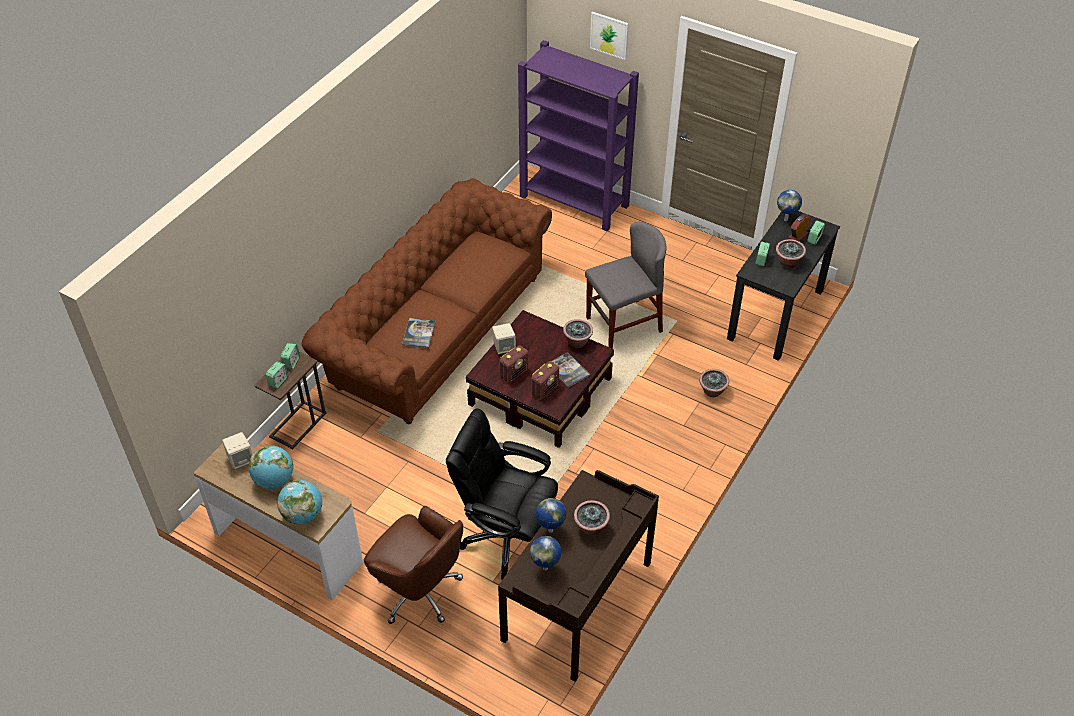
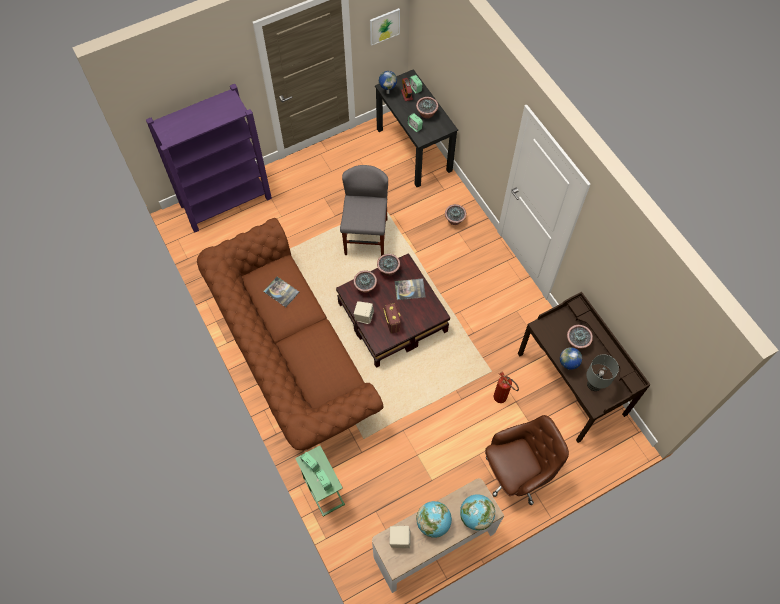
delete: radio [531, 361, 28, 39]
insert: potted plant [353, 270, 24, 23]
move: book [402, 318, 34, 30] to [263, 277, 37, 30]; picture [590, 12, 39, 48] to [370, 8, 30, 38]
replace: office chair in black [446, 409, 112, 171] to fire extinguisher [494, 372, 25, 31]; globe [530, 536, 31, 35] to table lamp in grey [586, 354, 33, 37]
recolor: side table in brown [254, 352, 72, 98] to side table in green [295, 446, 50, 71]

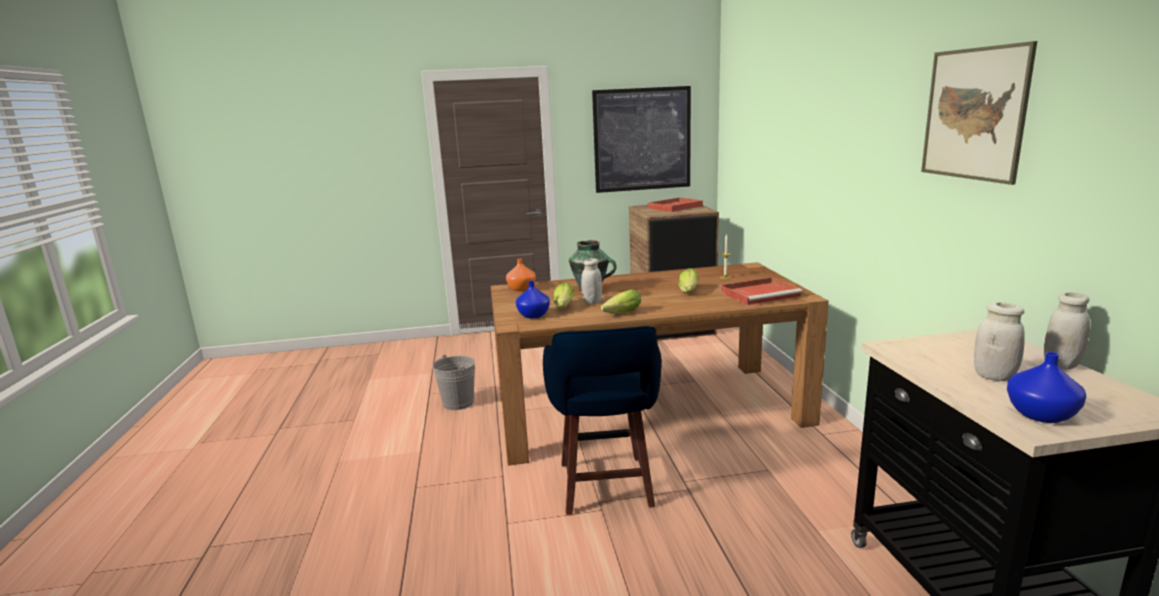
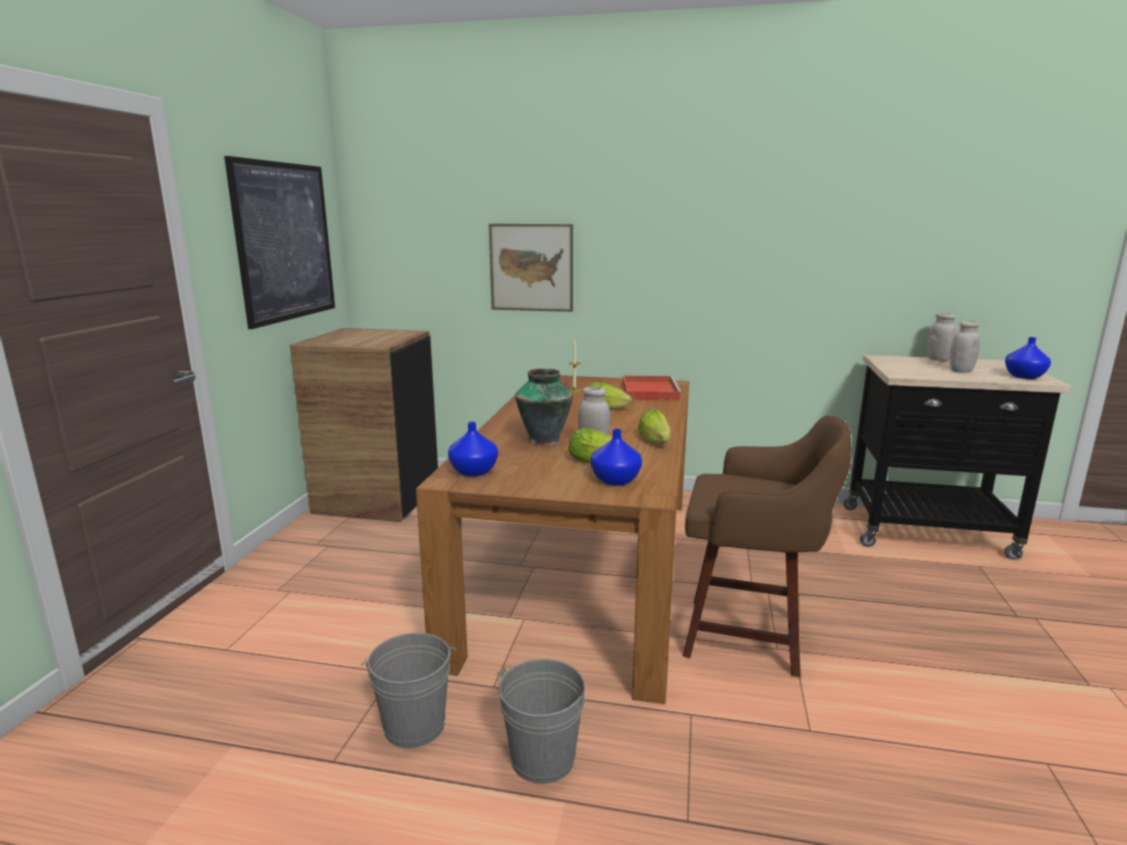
delete: tray in red [647, 197, 56, 15]
insert: bucket in grey [497, 659, 89, 125]
move: picture [921, 41, 116, 144] to [489, 224, 84, 88]
recolor: vase in orange [506, 258, 30, 33] to vase in blue [448, 422, 50, 55]; stool in blue [543, 326, 119, 189] to stool in brown [683, 415, 169, 262]

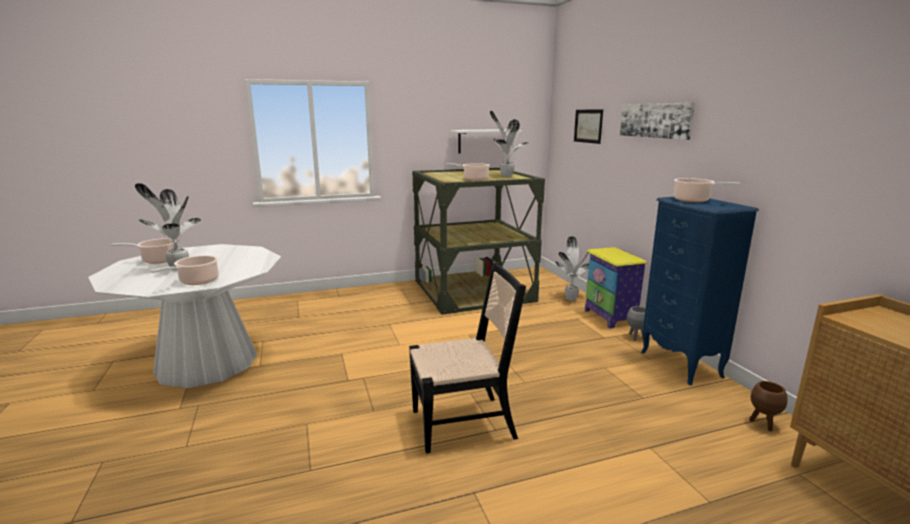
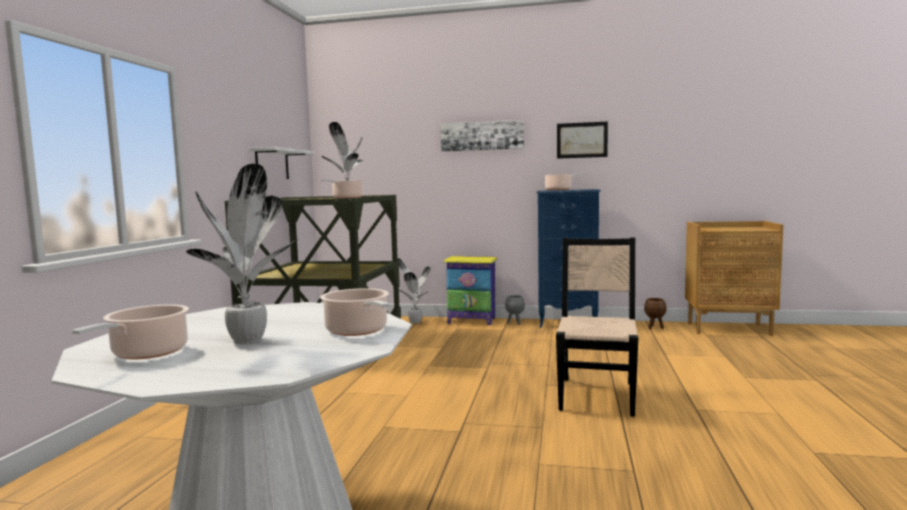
move: picture [574, 109, 29, 35] to [557, 122, 51, 37]

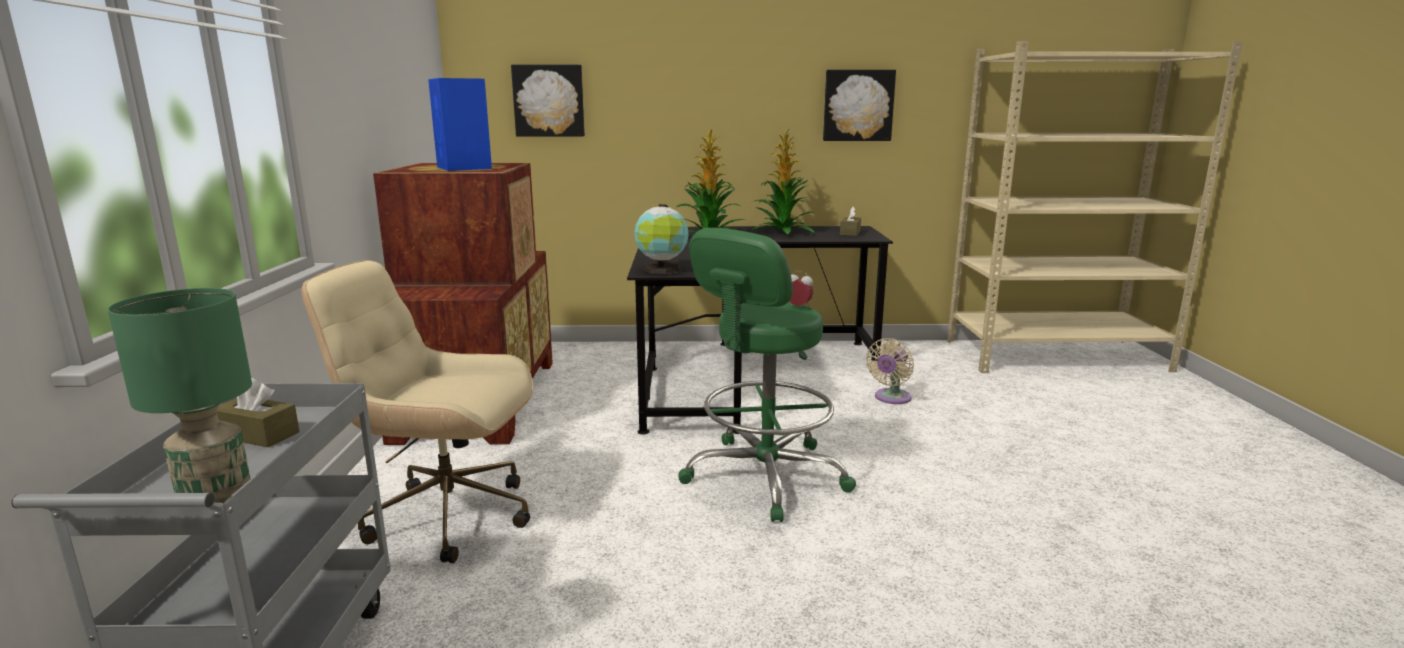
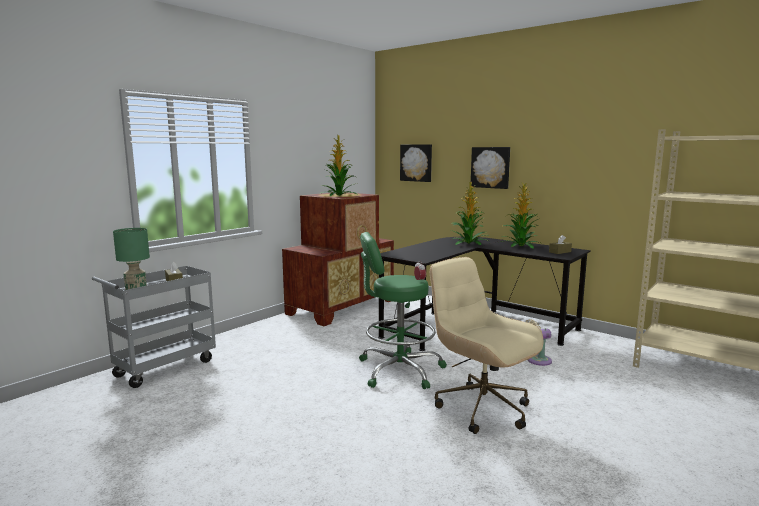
delete: globe [634, 204, 55, 70]
move: office chair in beige [302, 260, 231, 303] to [430, 257, 113, 177]; picture [823, 70, 73, 71] to [471, 147, 39, 42]
replace: speaker in blue [428, 78, 64, 93] to potted plant [319, 135, 39, 61]

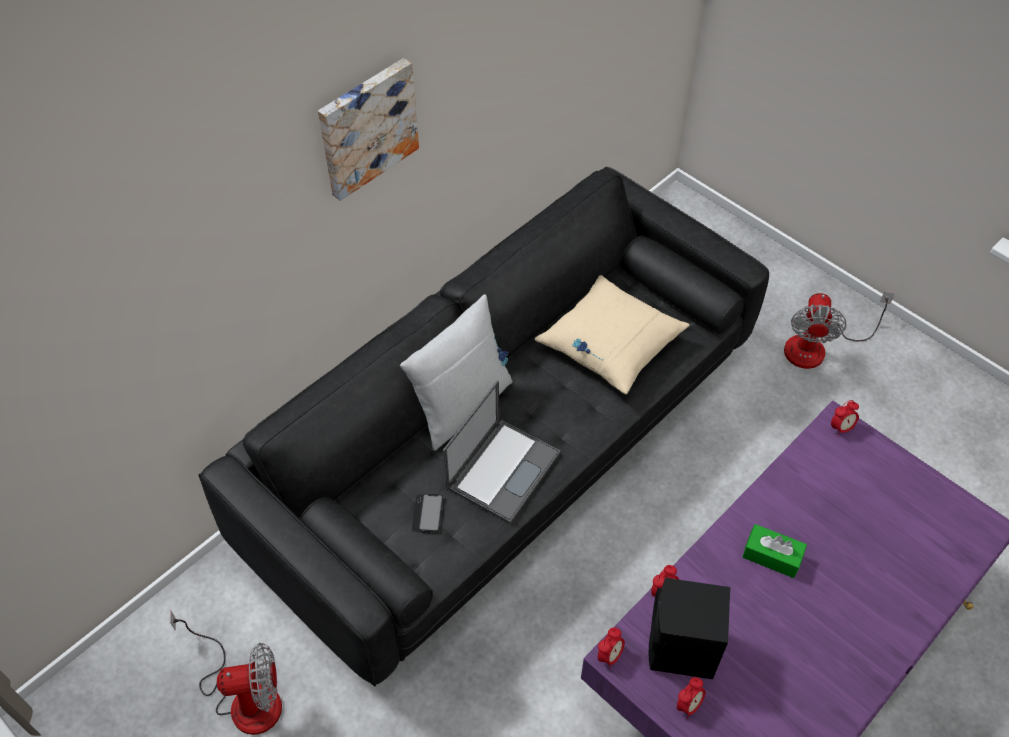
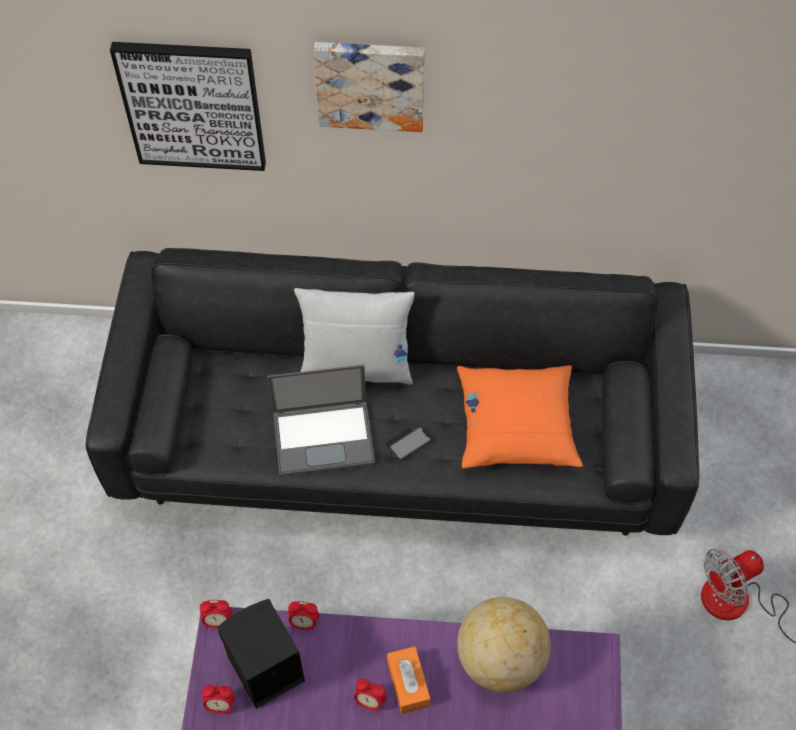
delete: fan [170, 610, 112, 125]
insert: picture [110, 42, 156, 129]; globe [457, 597, 94, 95]
move: phone [412, 493, 31, 40] to [385, 423, 47, 37]; alarm clock [831, 400, 28, 36] to [354, 679, 32, 33]
recolor: pillow in beige [535, 275, 155, 119] to pillow in orange [457, 365, 126, 104]; tissue box in green [743, 524, 64, 54] to tissue box in orange [387, 646, 43, 68]

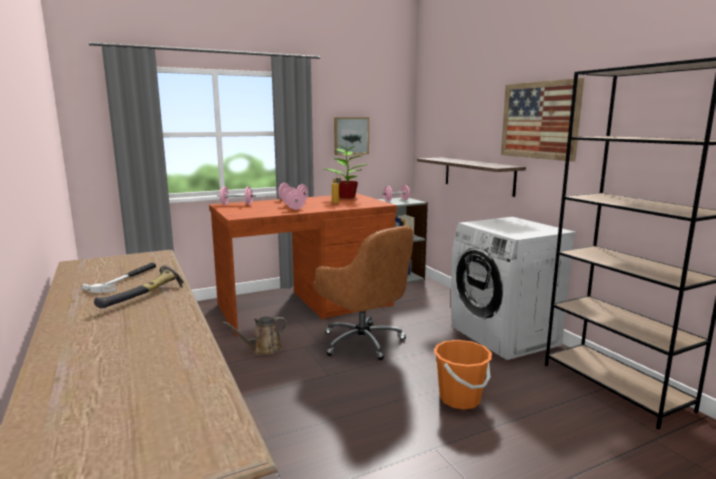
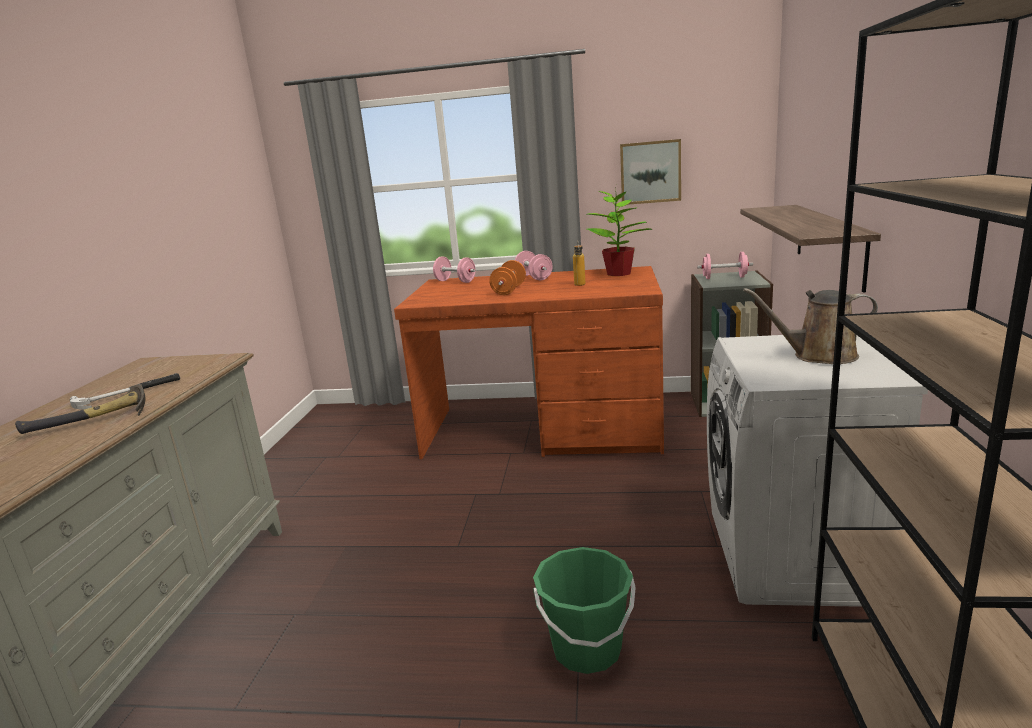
delete: office chair in brown [313, 226, 100, 134]; picture [501, 78, 83, 84]
move: watering can in brown [223, 316, 65, 39] to [743, 288, 135, 76]
recolor: dumbbell in pink [282, 187, 23, 23] to dumbbell in orange [489, 260, 37, 35]; bucket in orange [434, 340, 58, 70] to bucket in green [533, 547, 103, 127]

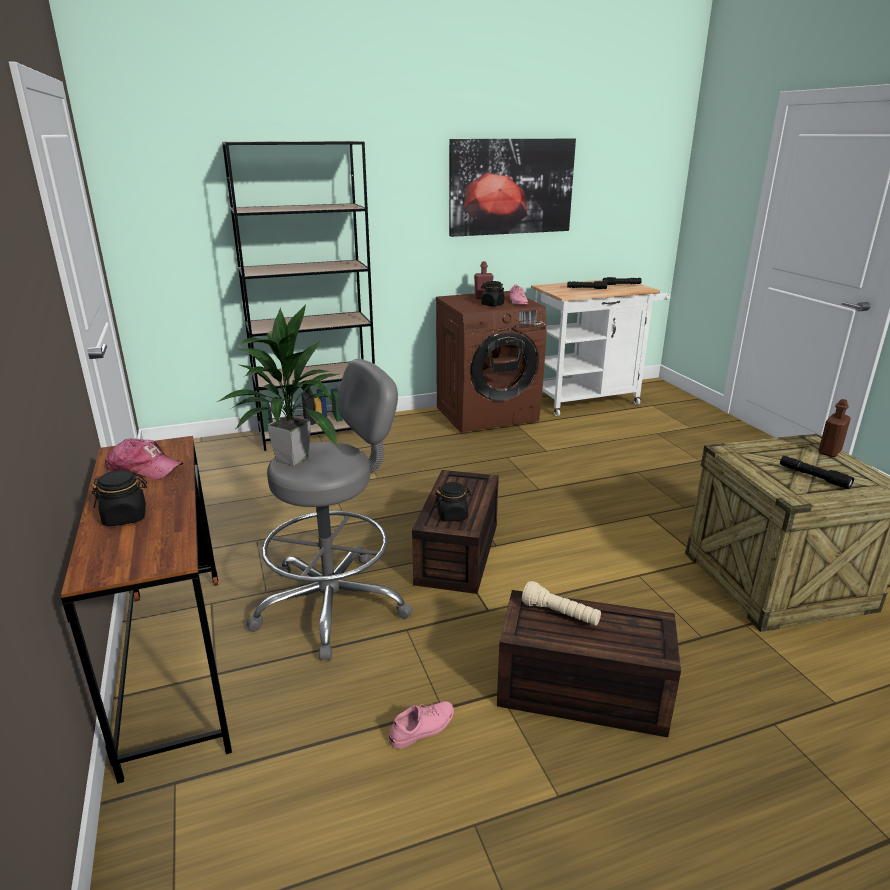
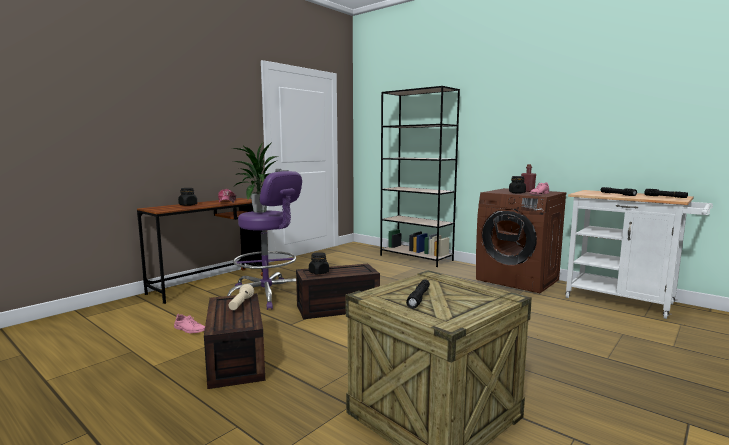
delete: picture [449, 139, 127, 98]; bottle in brown [818, 399, 33, 58]
recolor: stool in grey [247, 359, 165, 301] to stool in purple [227, 171, 75, 139]

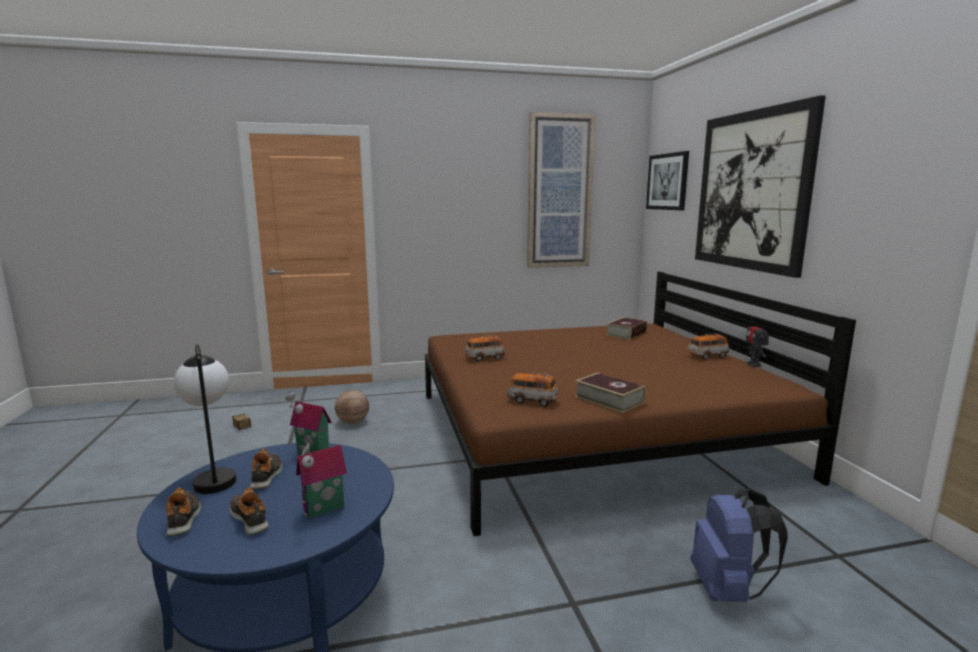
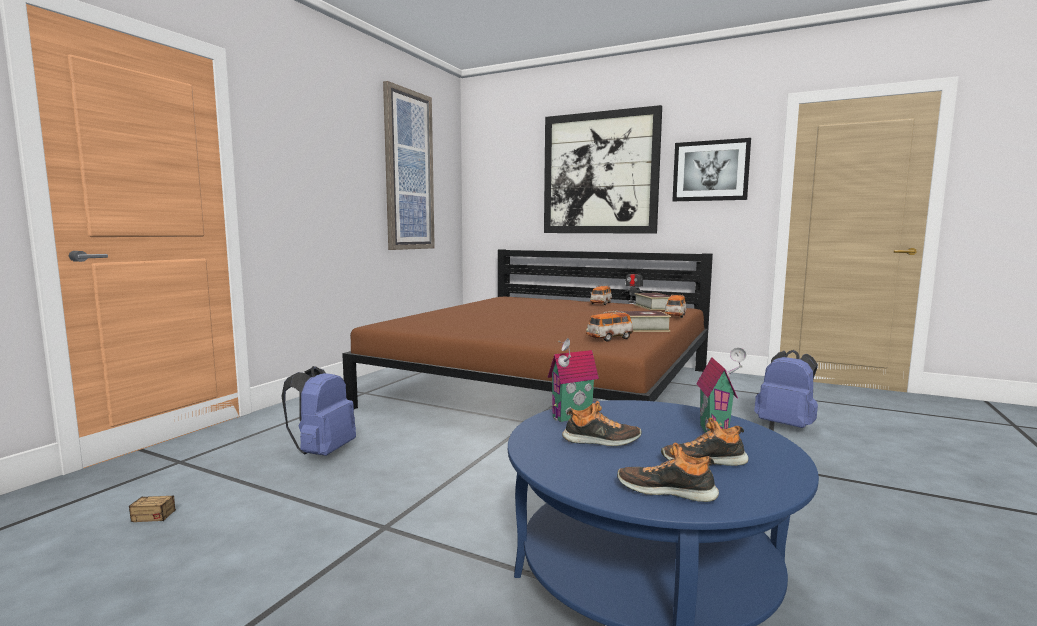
delete: table lamp [174, 344, 62, 150]
move: toy car [465, 335, 40, 26] to [665, 294, 22, 24]; book [606, 317, 41, 23] to [634, 293, 36, 17]; picture [646, 151, 43, 59] to [672, 138, 79, 63]
replace: basketball [335, 390, 34, 34] to backpack in blue [281, 366, 75, 90]
rotate: shoe [250, 449, 32, 40] = [562, 401, 80, 45] 150 degrees clockwise

